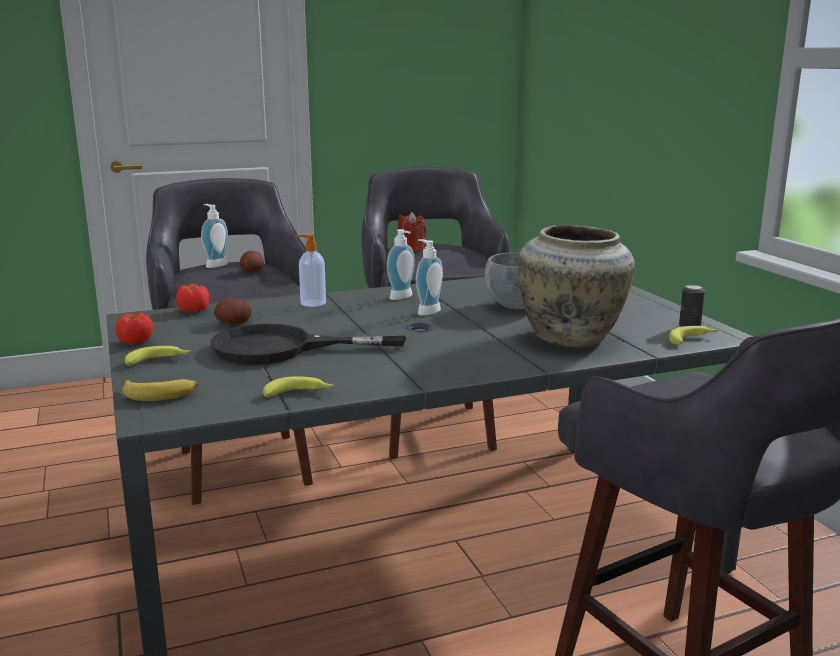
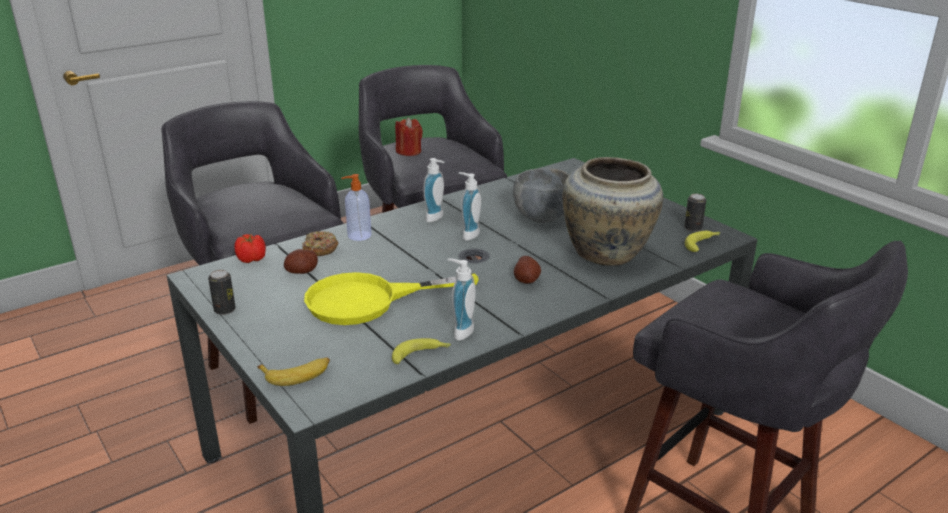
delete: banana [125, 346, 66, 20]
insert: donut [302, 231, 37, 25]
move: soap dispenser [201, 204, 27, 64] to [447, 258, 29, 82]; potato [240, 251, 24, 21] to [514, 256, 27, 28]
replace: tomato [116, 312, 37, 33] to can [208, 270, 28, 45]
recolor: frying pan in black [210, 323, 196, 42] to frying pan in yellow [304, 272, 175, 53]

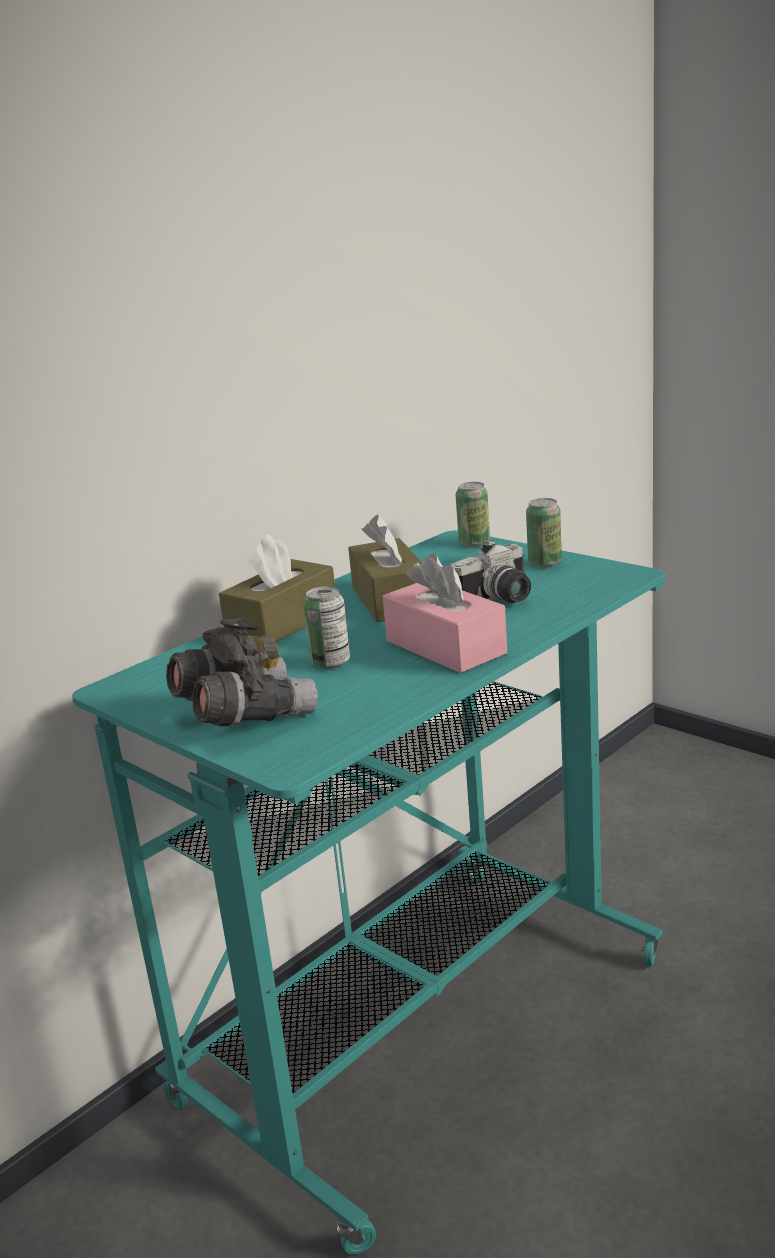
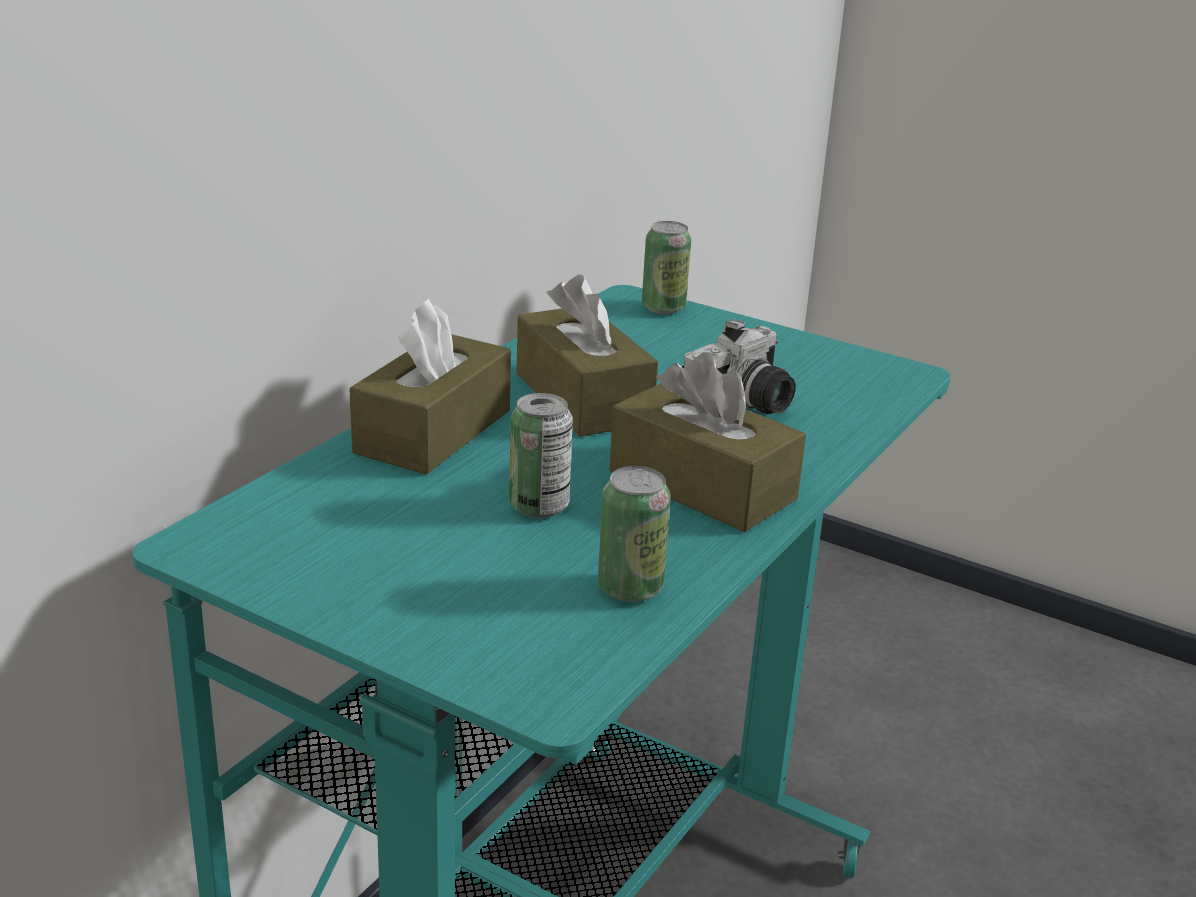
delete: binoculars in grey [166, 618, 152, 108]
move: can [526, 498, 36, 69] to [598, 466, 73, 136]
recolor: tissue box in pink [382, 554, 125, 119] to tissue box in brown [609, 352, 197, 180]

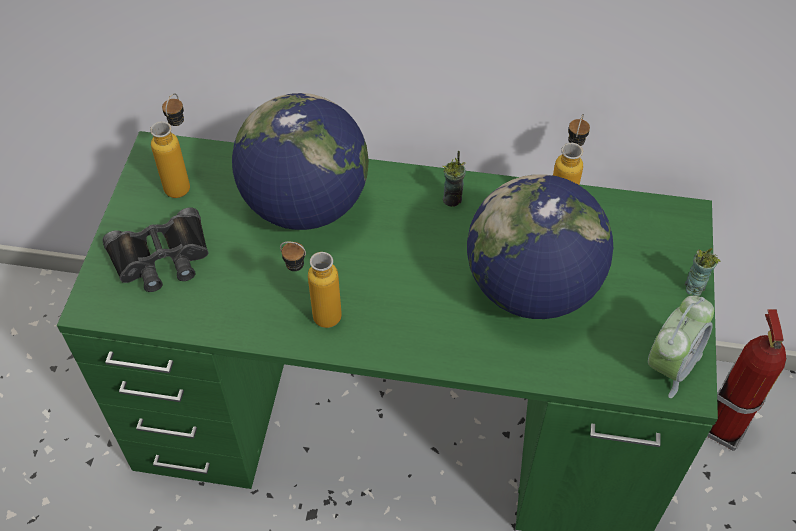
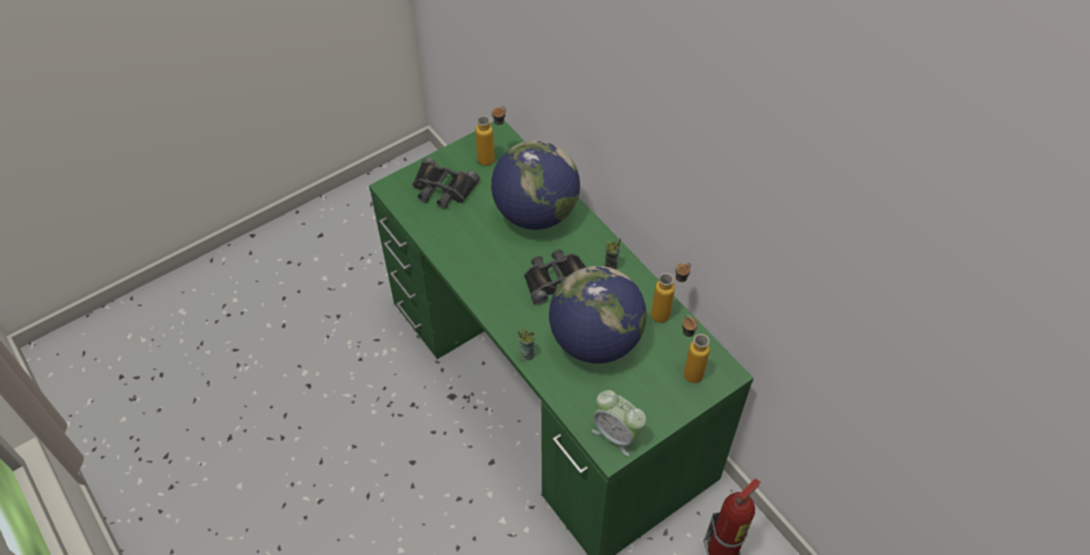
insert: binoculars in black [524, 249, 62, 56]
move: bottle [280, 241, 62, 87] to [682, 315, 28, 68]; cup [685, 248, 35, 48] to [517, 328, 18, 32]
rotate: alarm clock [648, 296, 66, 102] = [592, 390, 54, 66] 45 degrees clockwise

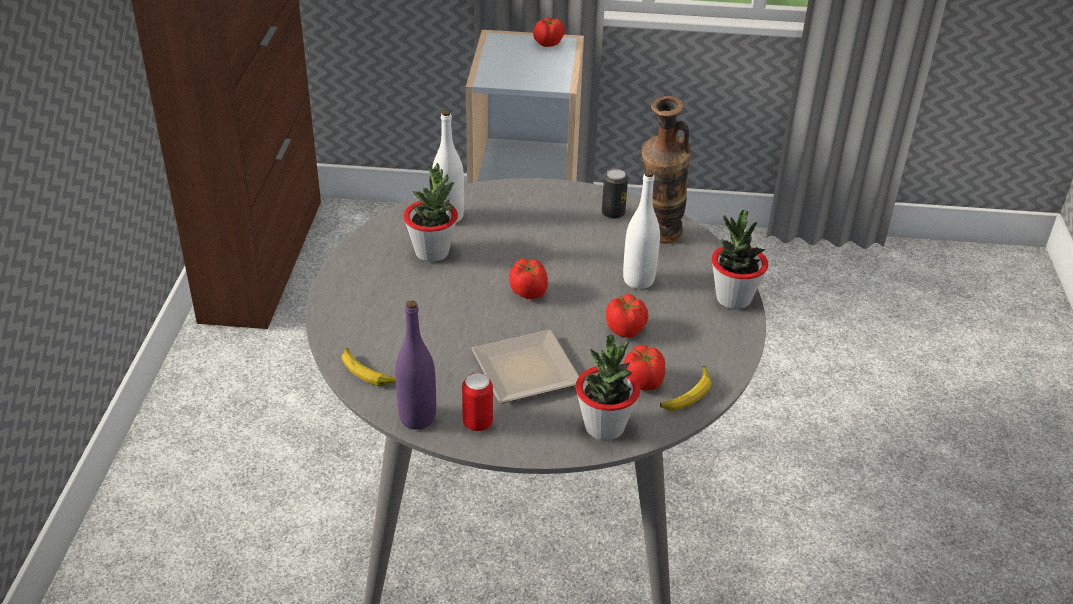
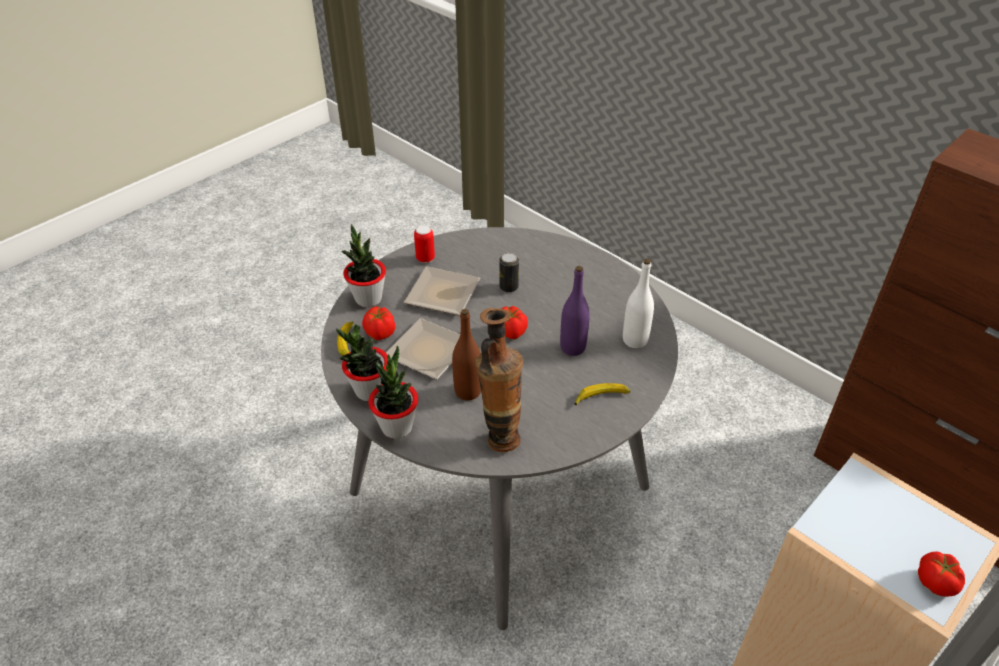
move: banana [342, 348, 54, 38] to [574, 383, 56, 23]; bottle in purple [395, 300, 41, 129] to [560, 266, 30, 90]; potted plant [403, 163, 55, 99] to [336, 325, 52, 76]; can [602, 169, 26, 50] to [499, 253, 20, 39]
replace: tomato [606, 294, 42, 44] to plate [386, 318, 74, 62]
recolor: bottle in white [623, 171, 37, 118] to bottle in brown [452, 309, 29, 91]

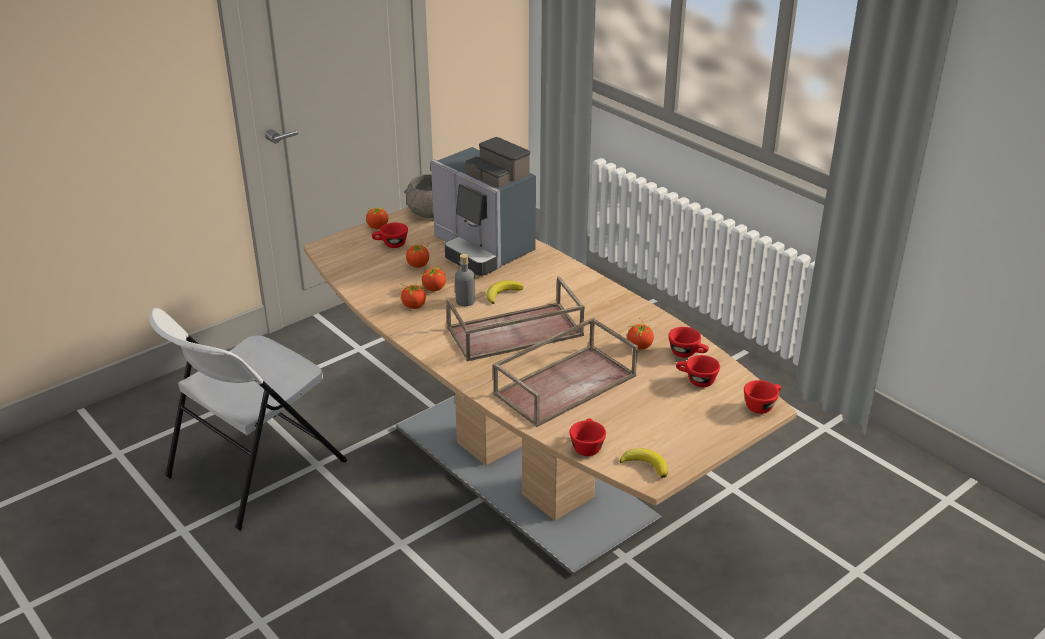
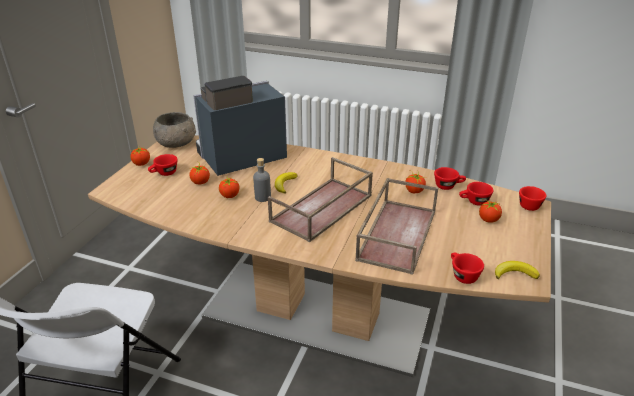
move: tomato [401, 283, 25, 26] to [479, 200, 23, 23]
rotate: coffee machine [431, 137, 105, 139] = [193, 76, 94, 100] 135 degrees clockwise

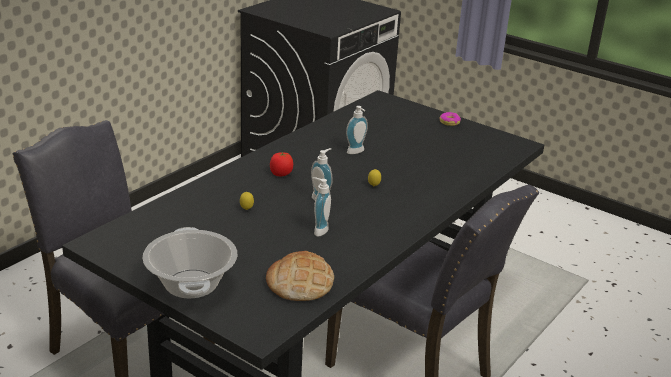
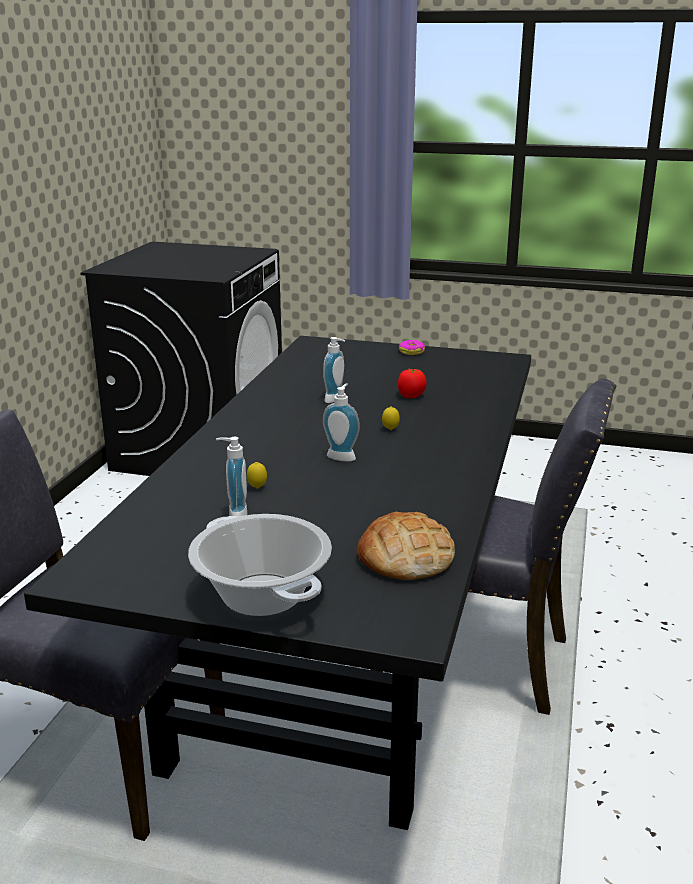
move: tomato [270, 152, 23, 24] to [398, 369, 29, 30]; soap dispenser [312, 177, 19, 59] to [216, 437, 31, 80]

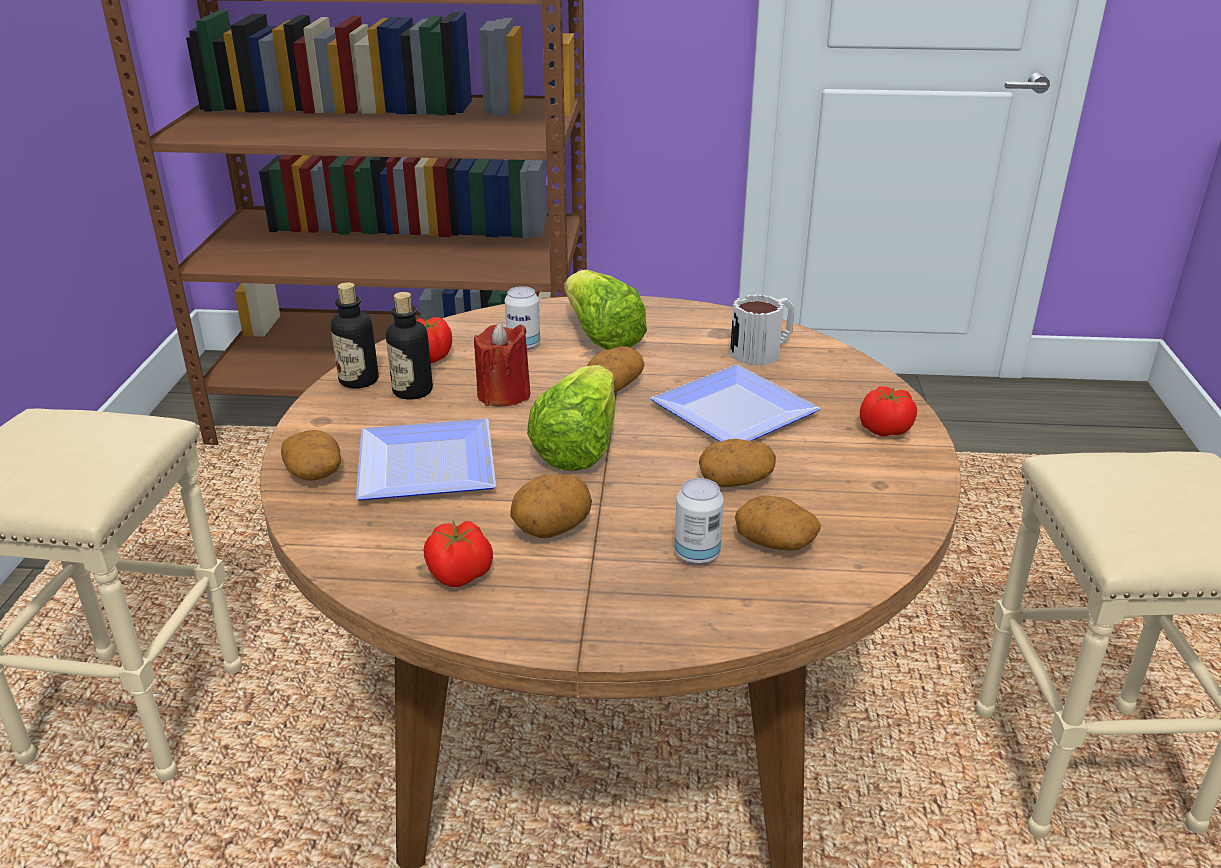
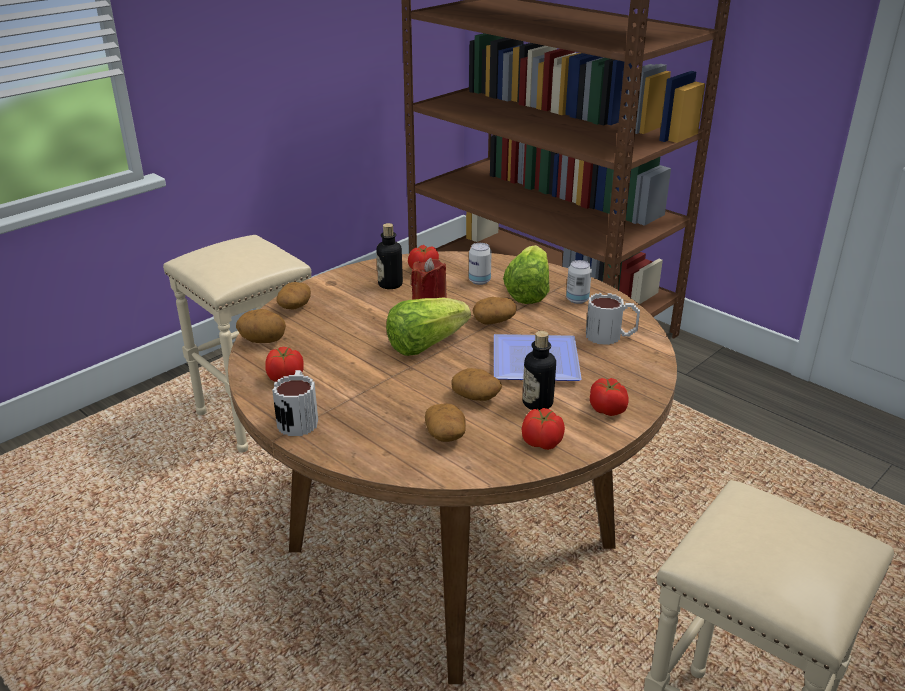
delete: plate [356, 419, 140, 81]
insert: mug [272, 370, 46, 66]; tomato [522, 408, 43, 42]
move: bottle [331, 282, 47, 107] to [522, 331, 34, 79]; potato [510, 474, 82, 64] to [236, 309, 50, 34]; can [675, 478, 49, 86] to [566, 260, 26, 44]

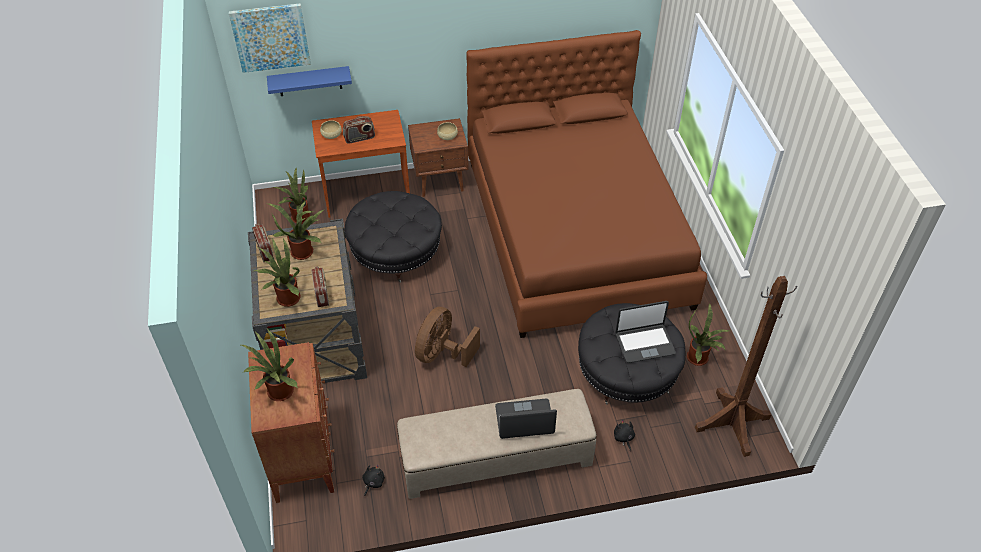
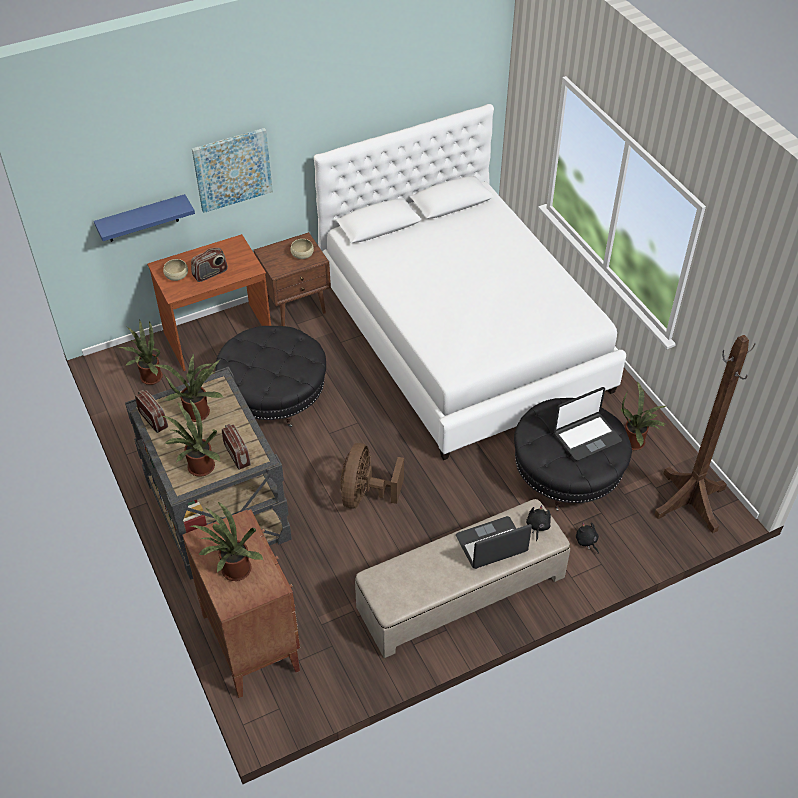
move: picture [229, 3, 82, 70] to [192, 128, 81, 85]; plush toy in black [362, 465, 23, 31] to [526, 505, 25, 36]
recolor: bed in brown [466, 30, 241, 308] to bed in white [314, 104, 312, 356]

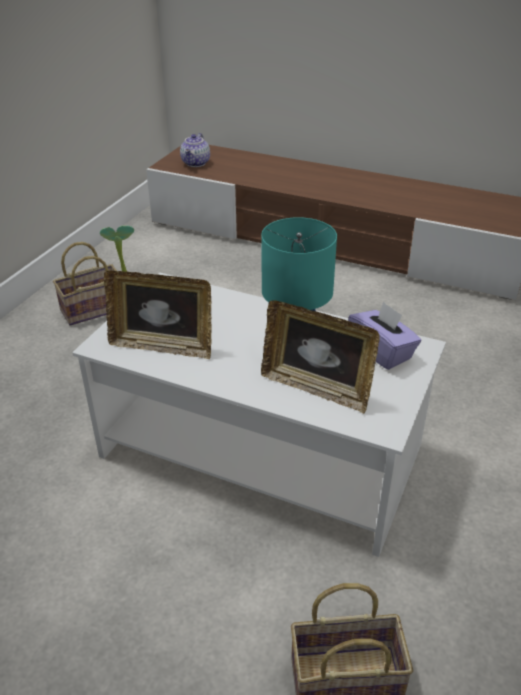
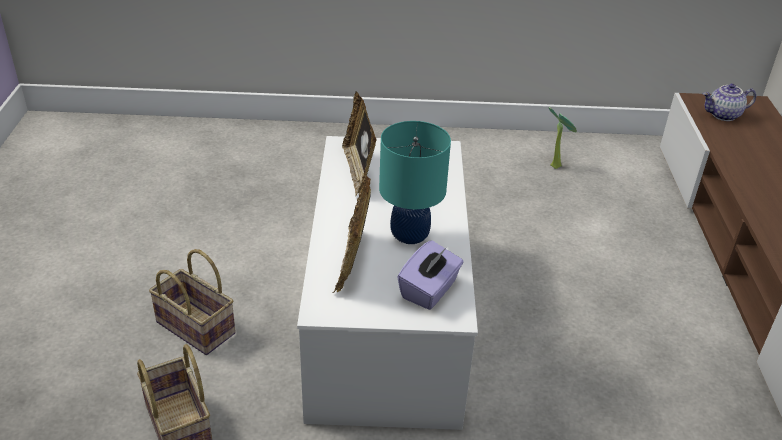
move: basket [53, 242, 64, 84] to [149, 249, 87, 106]

